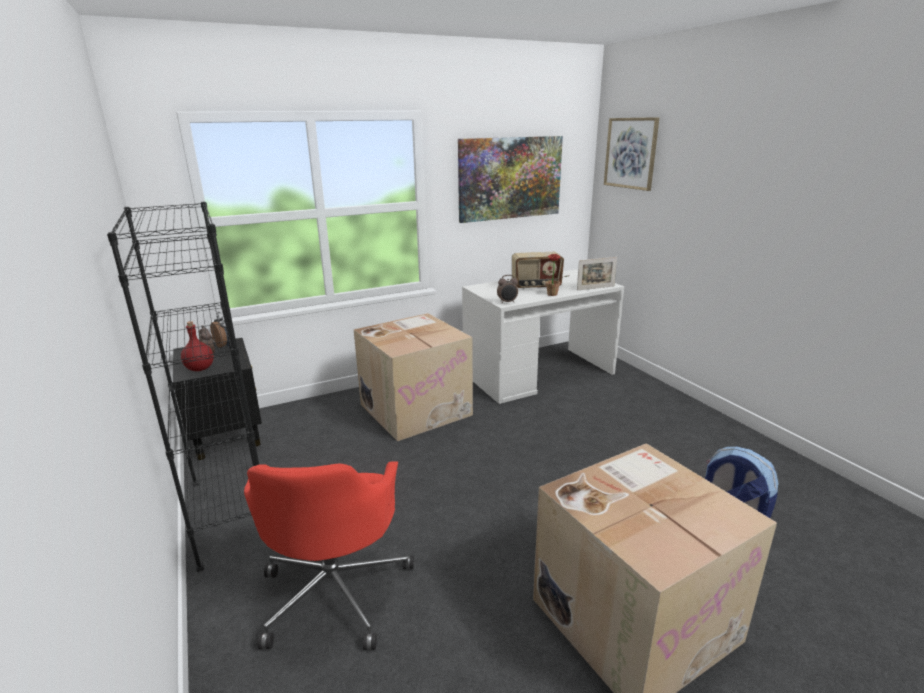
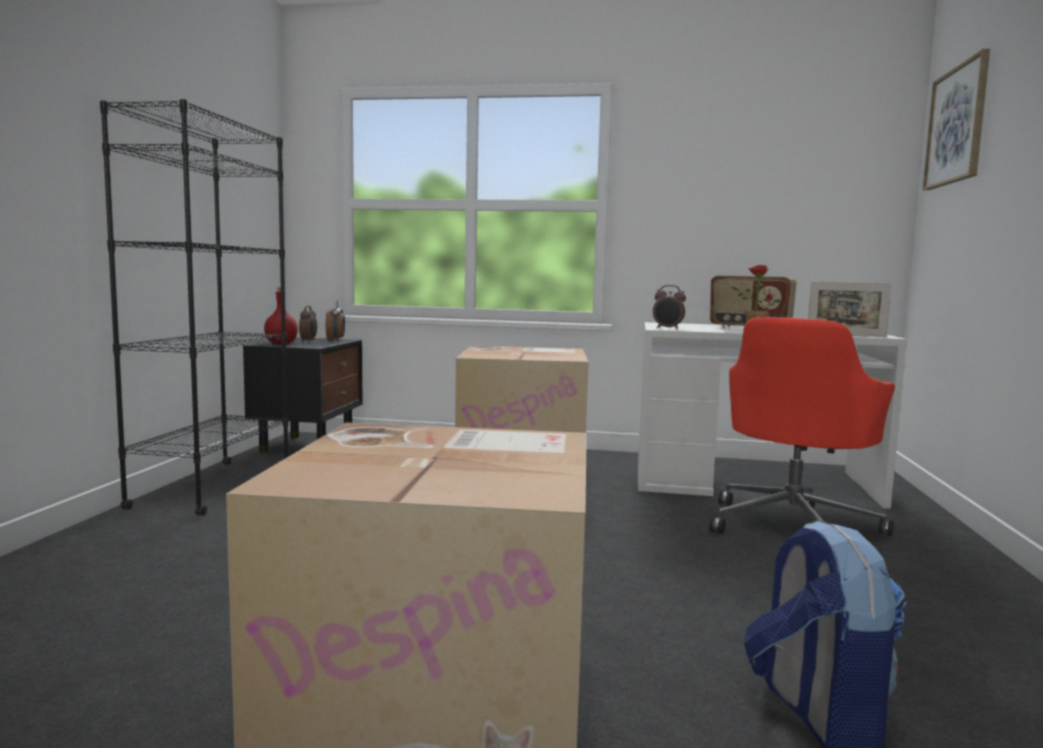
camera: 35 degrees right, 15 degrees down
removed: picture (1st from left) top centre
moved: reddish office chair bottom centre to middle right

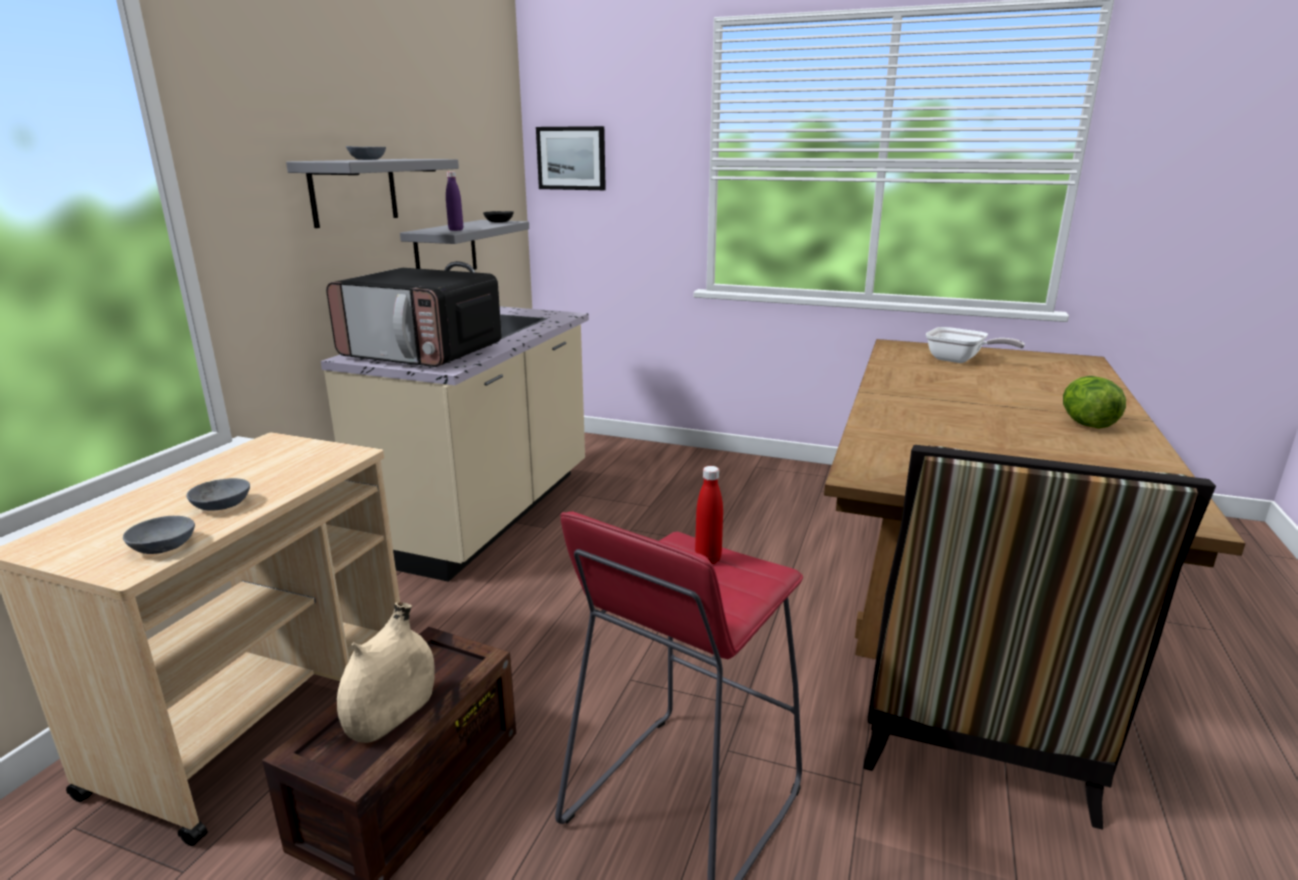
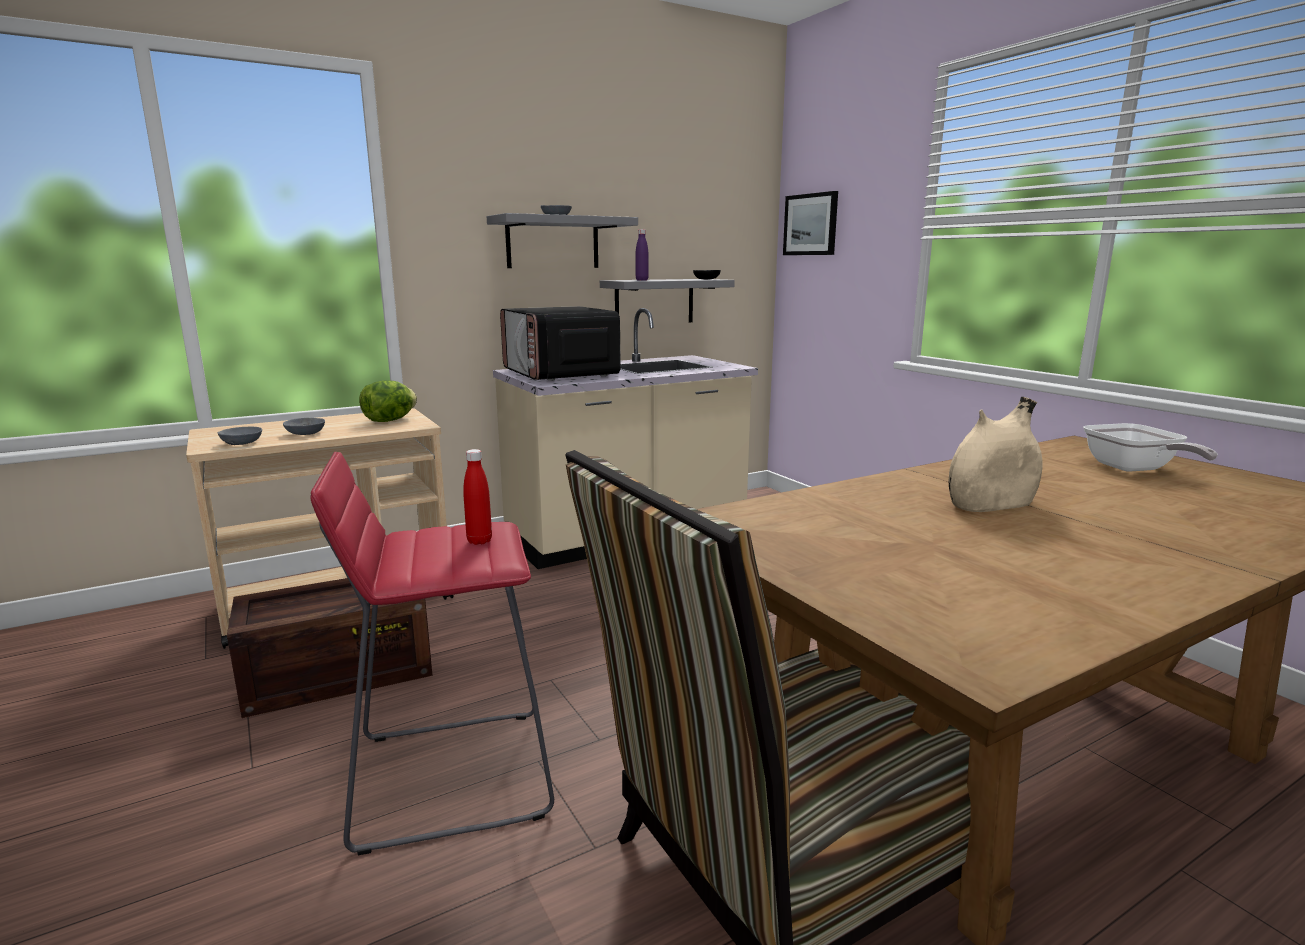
camera: 40 degrees right, 5 degrees down
moved: lettuce middle right to middle left; beige vase bottom left to middle right

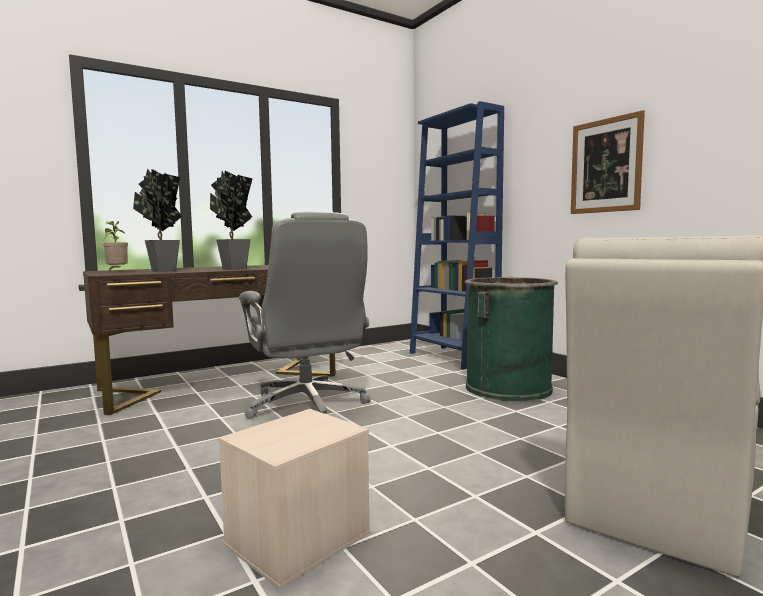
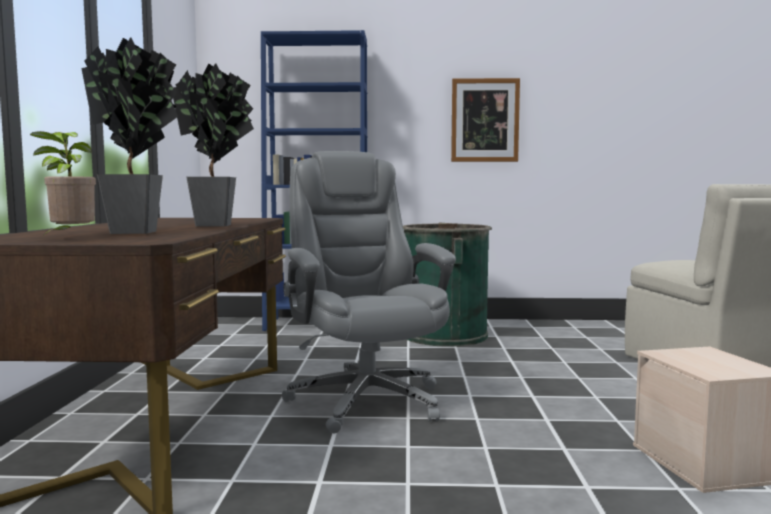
camera: 55 degrees left, 0 degrees up
turned: greyish office chair centre = centre 120 degrees counterclockwise

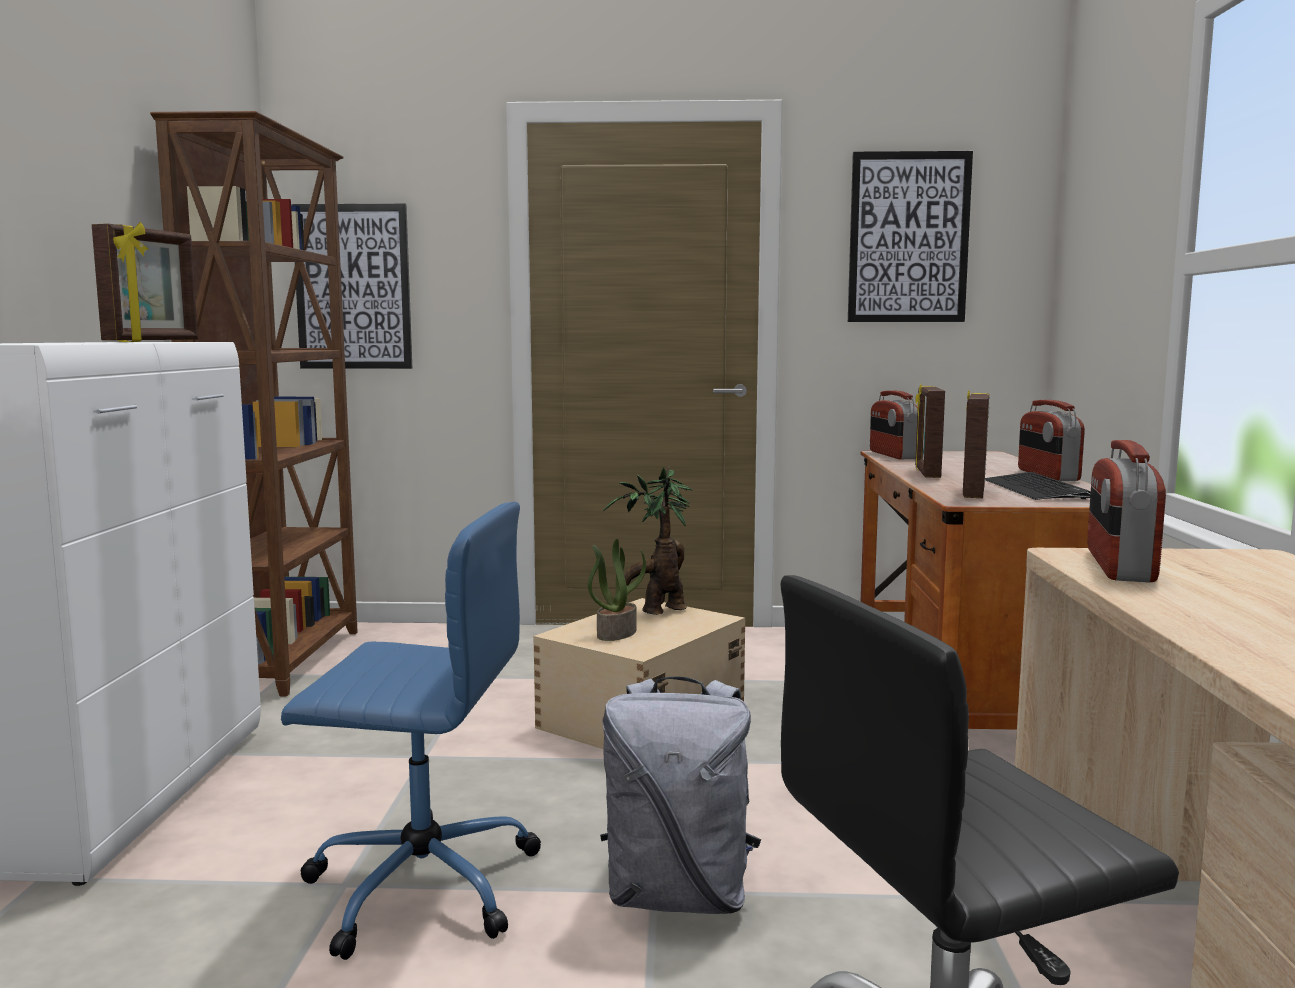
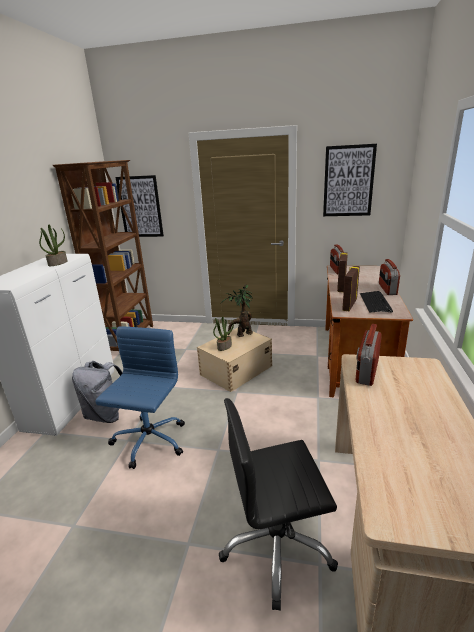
camera: 10 degrees right, 15 degrees up
moved: greyish rucksack bottom centre to middle left
replaced: standing frame (1st from left) top left to potted plant (1st from left) middle left
turned: blue-coloured office chair bottom left = middle left 90 degrees counterclockwise

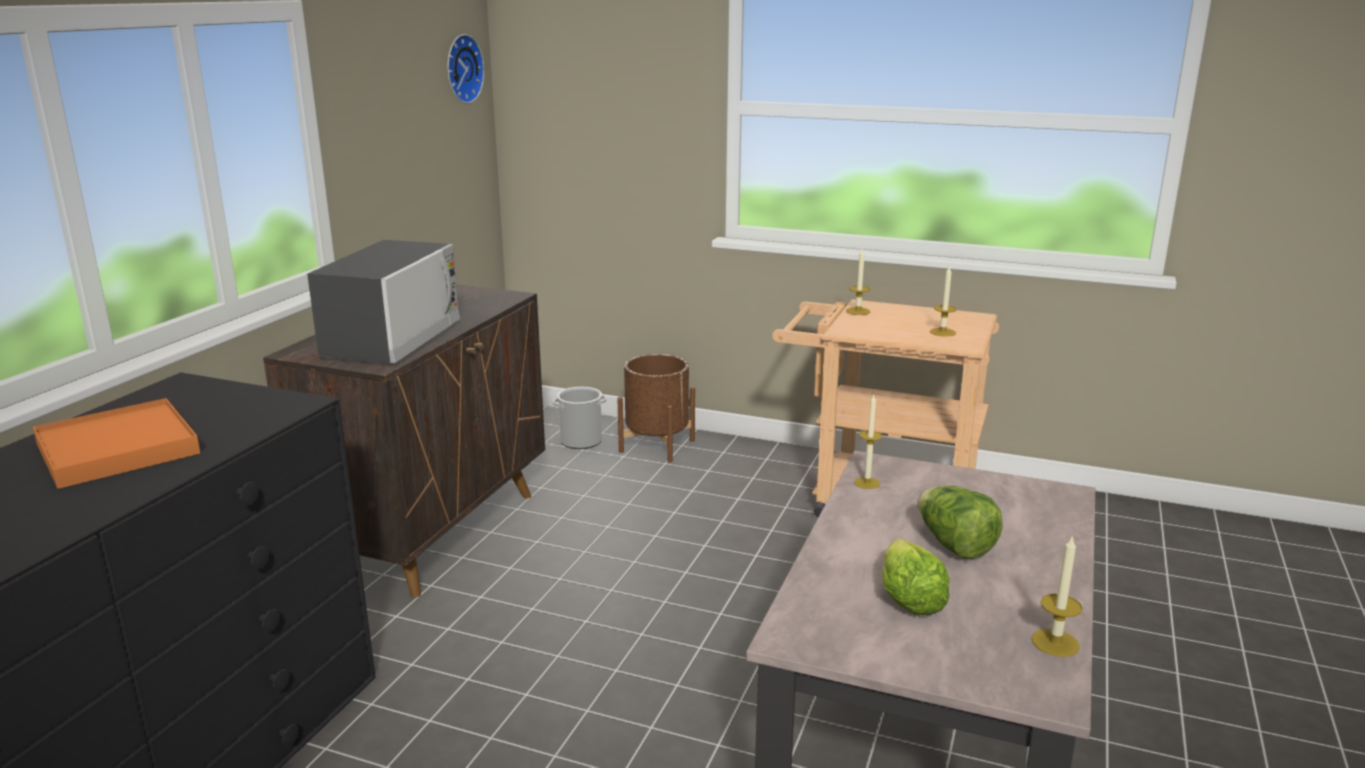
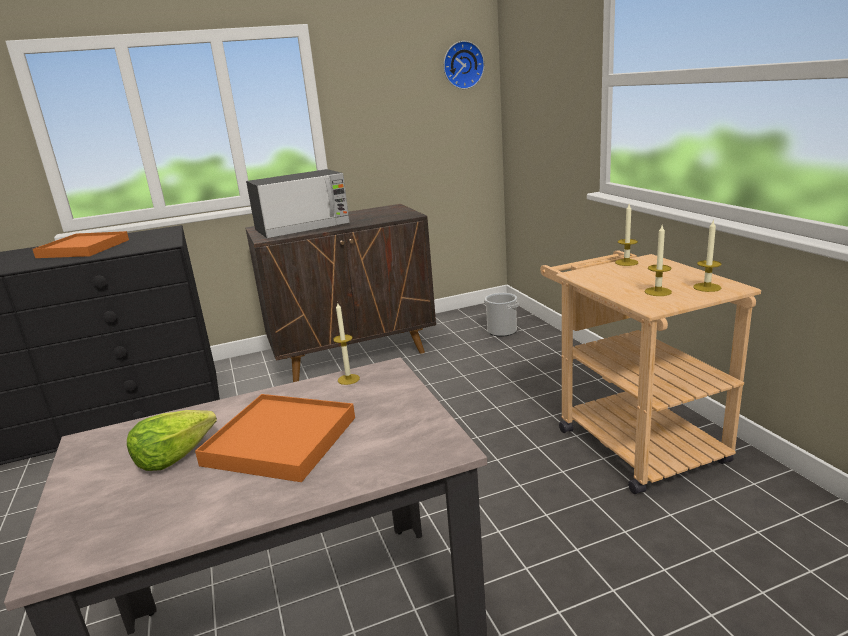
camera: 50 degrees right, 0 degrees up
removed: brown planter centre
moved: candle (4th from left) bottom right to middle right
replaced: lettuce (2nd from left) bottom right to orangey carrying tray (2nd from left) bottom left

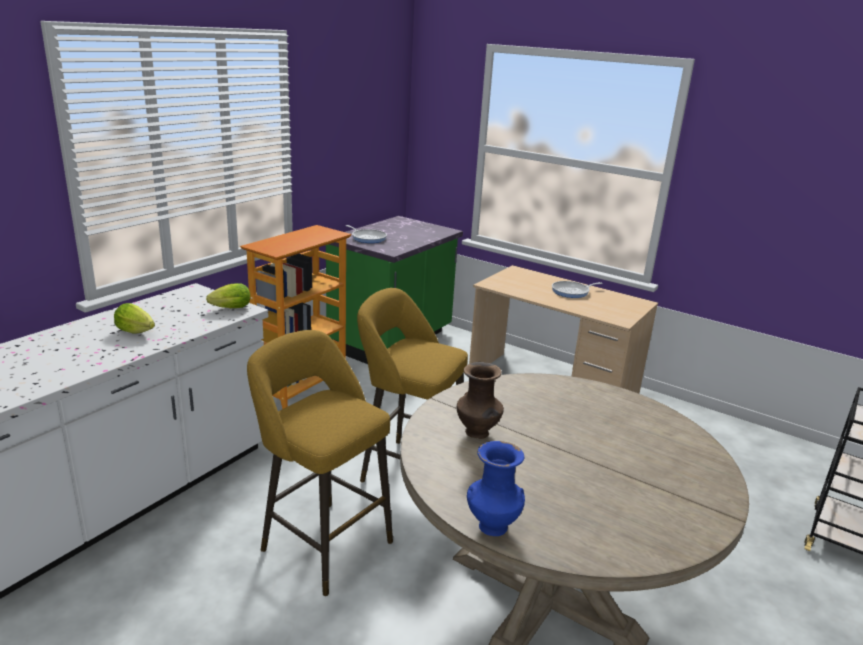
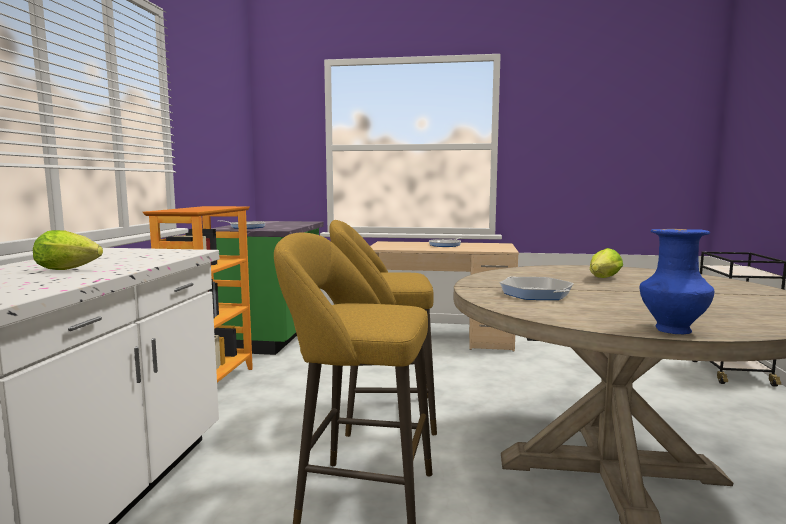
camera: 25 degrees left, 15 degrees down
moved: lettuce (2nd from left) middle left to middle right
replaced: brown vase centre to pan (3rd from left) middle right

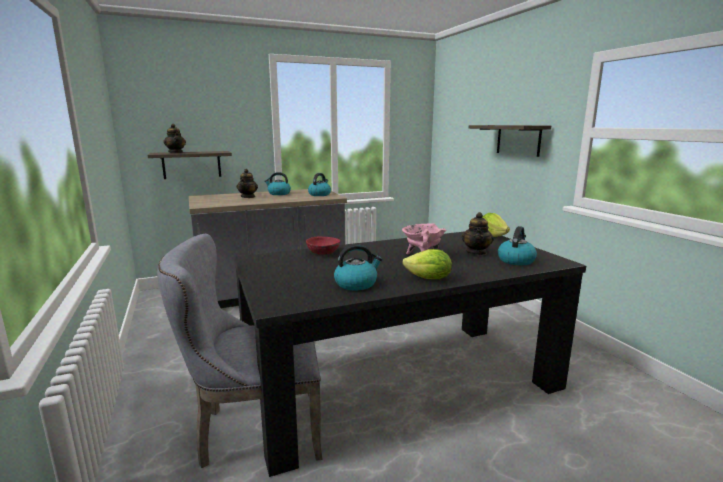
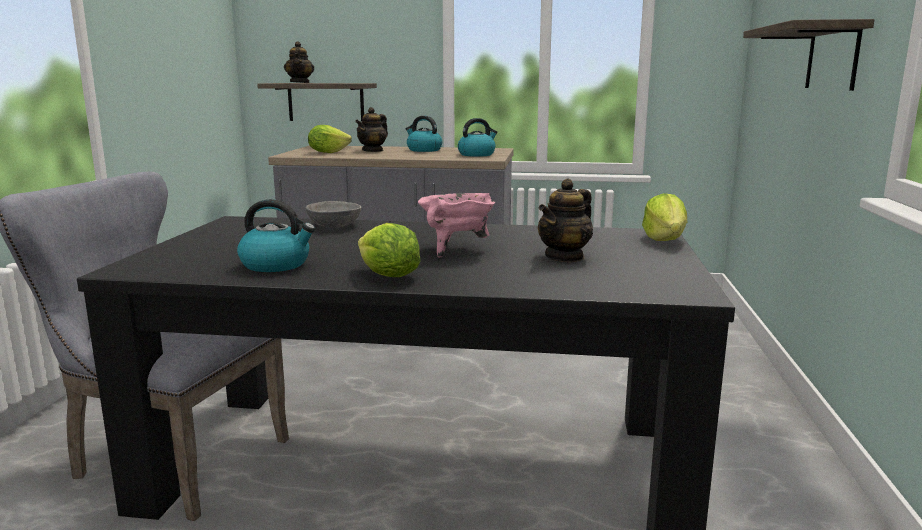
camera: 30 degrees right, 0 degrees up
removed: water kettle (4th from left) middle right
added: lettuce (1st from left) top centre
recoloured: reddish serving bowl centre to greyish serving bowl centre

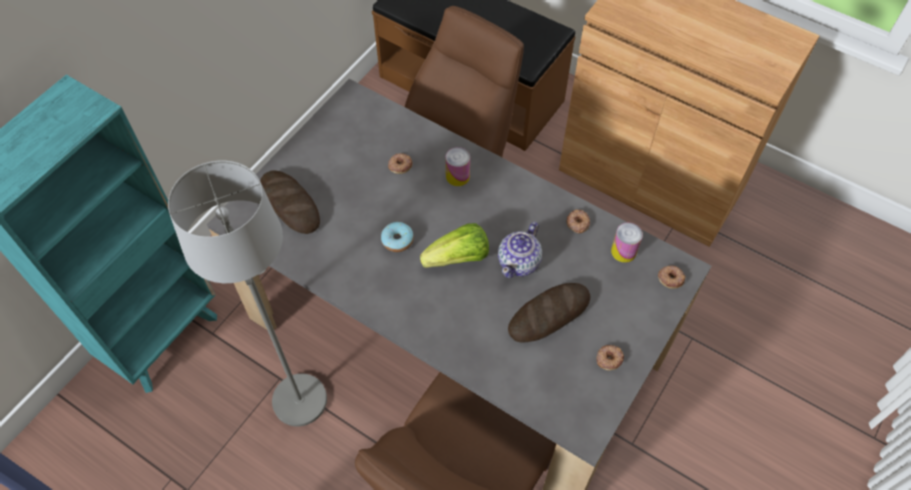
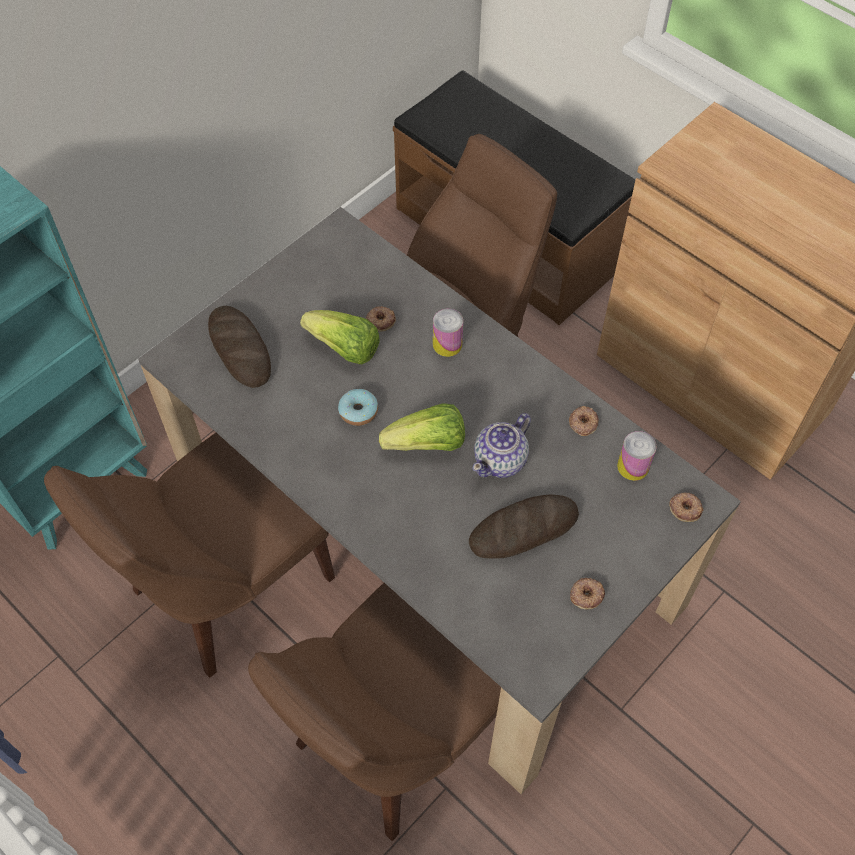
camera: 10 degrees right, 0 degrees up
added: lettuce (1st from left) centre
replaced: greyish floor lamp middle left to brown plain chair (1st from left) middle left

